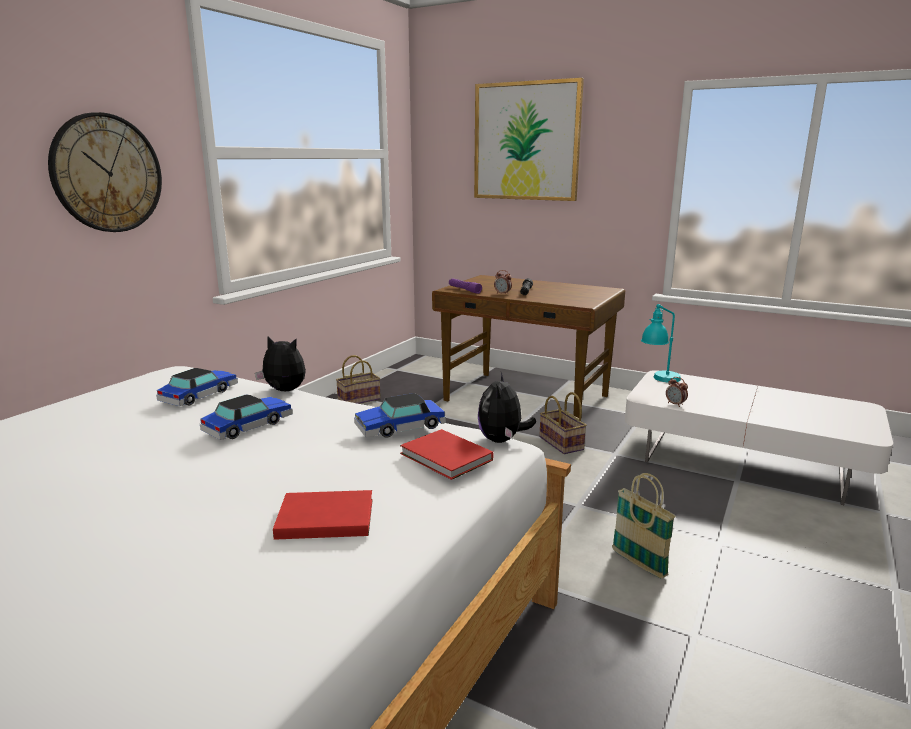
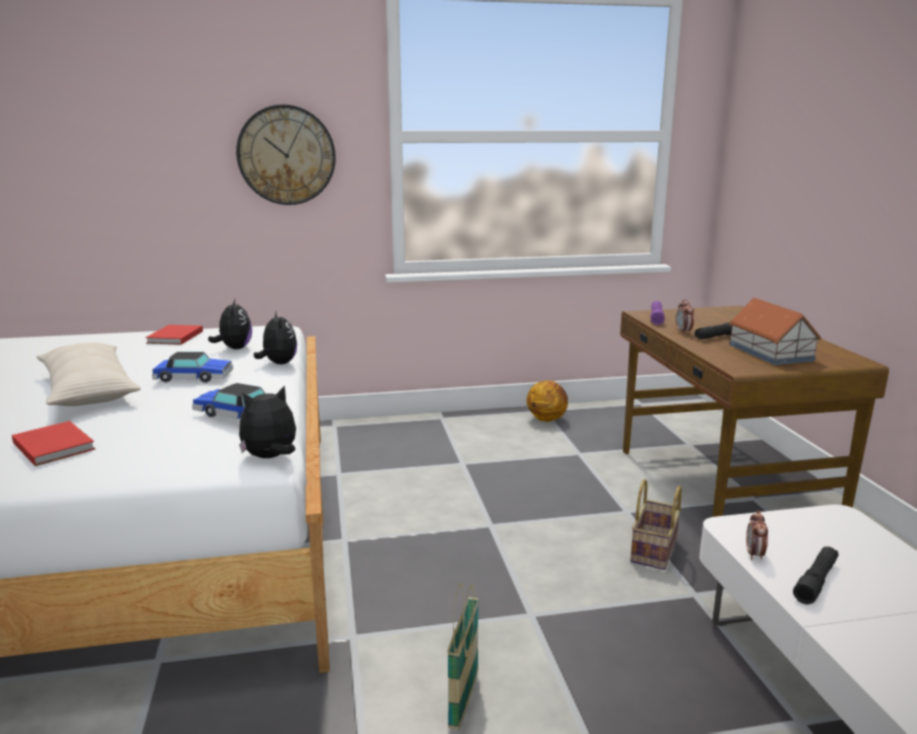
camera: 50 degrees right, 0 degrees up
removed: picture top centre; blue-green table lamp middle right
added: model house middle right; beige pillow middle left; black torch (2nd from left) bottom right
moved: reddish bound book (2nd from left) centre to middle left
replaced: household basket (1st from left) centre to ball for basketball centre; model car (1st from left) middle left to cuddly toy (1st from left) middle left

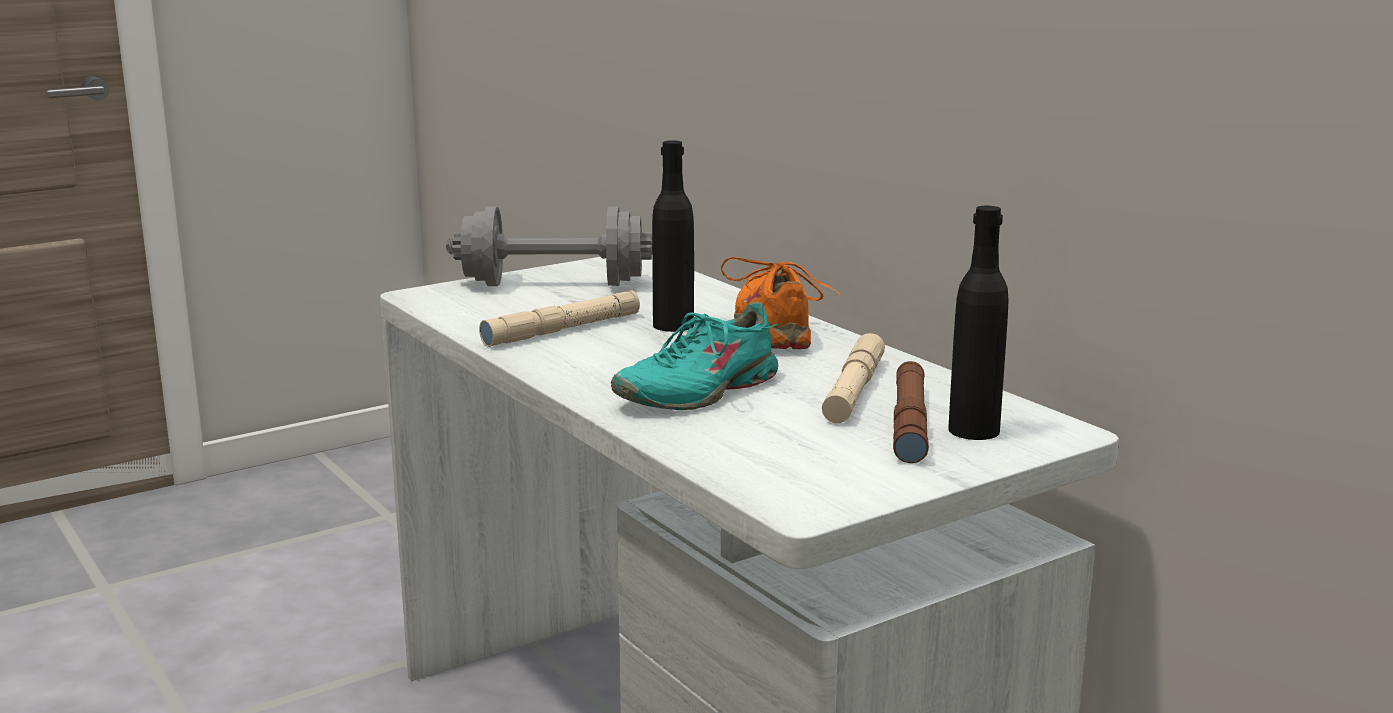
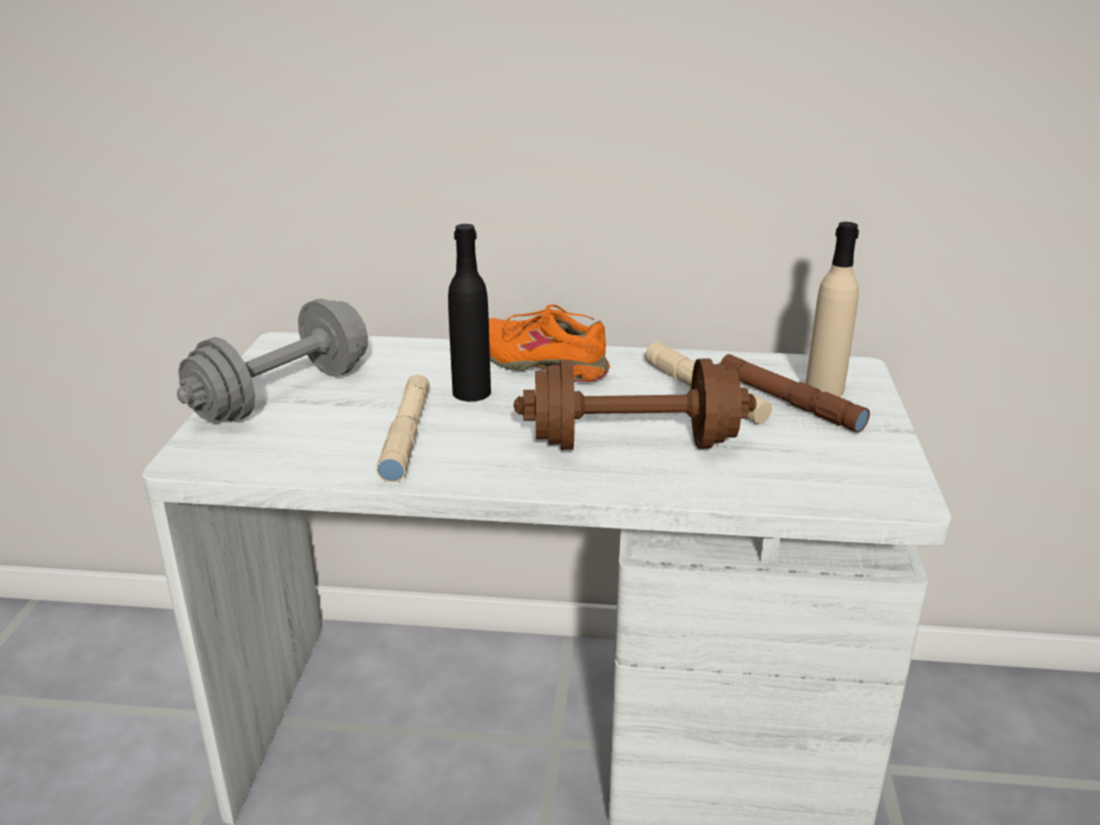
camera: 50 degrees left, 10 degrees up
replaced: blue-green shoe centre to brown hand weight centre
recoloured: black drink bottle (2nd from left) middle right to beige drink bottle middle right

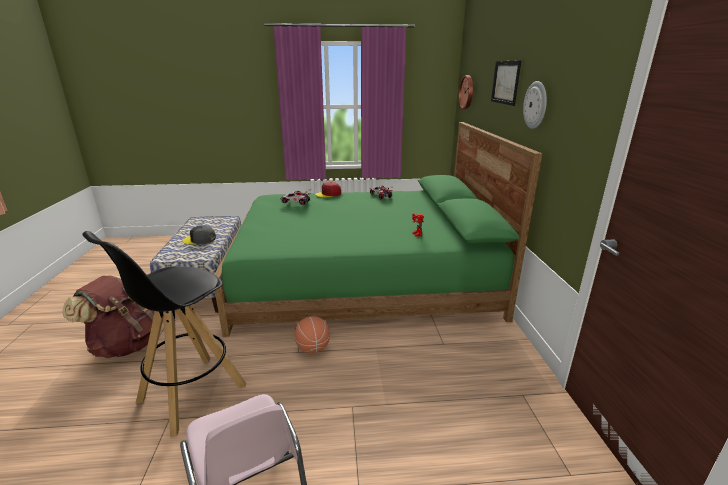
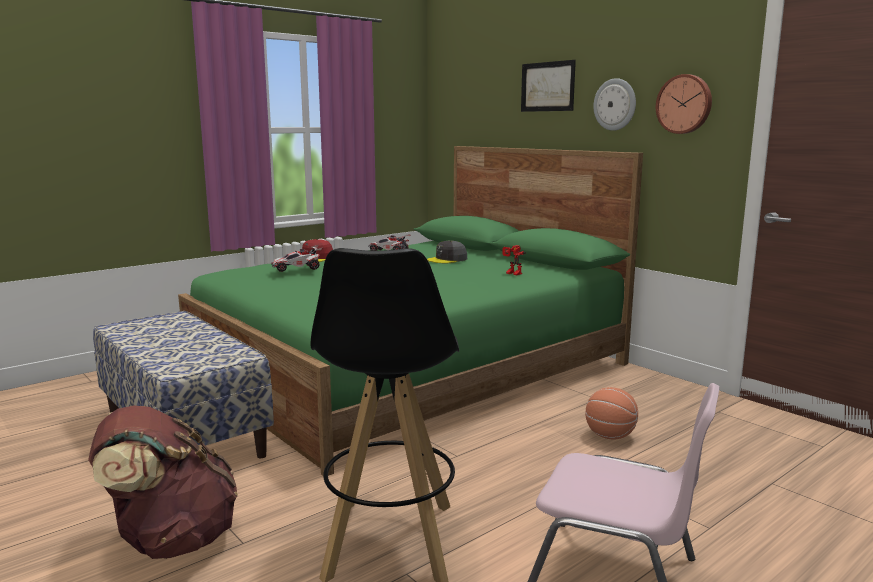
camera: 35 degrees left, 10 degrees down
moved: clock on the wall (1st from left in the first image) top centre to clock on the wall (2nd from left) top right; greyish baseball cap middle left to centre; ball for basketball bottom centre to bottom right

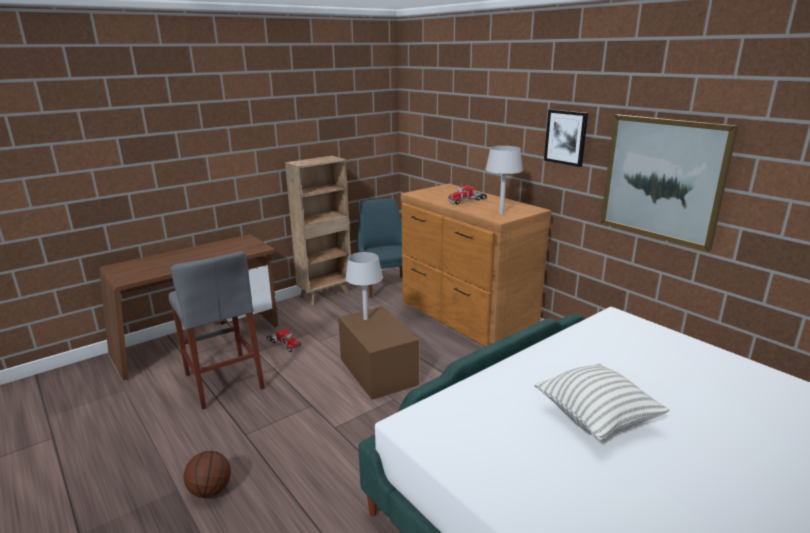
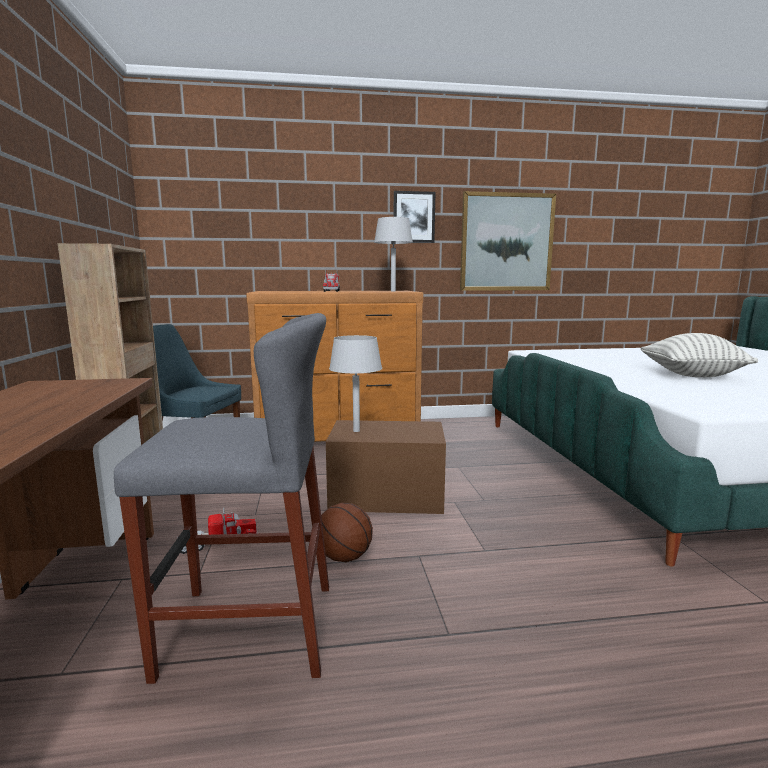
camera: 60 degrees left, 10 degrees down
moved: ball for basketball bottom left to bottom centre

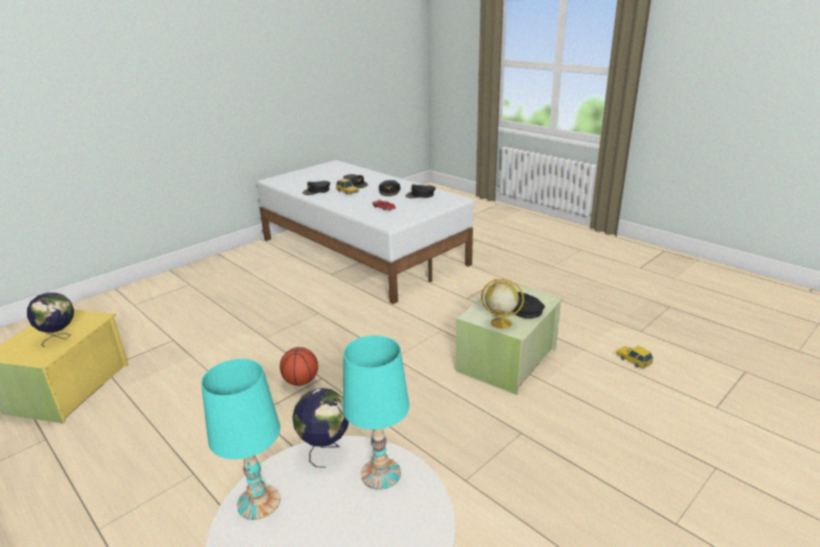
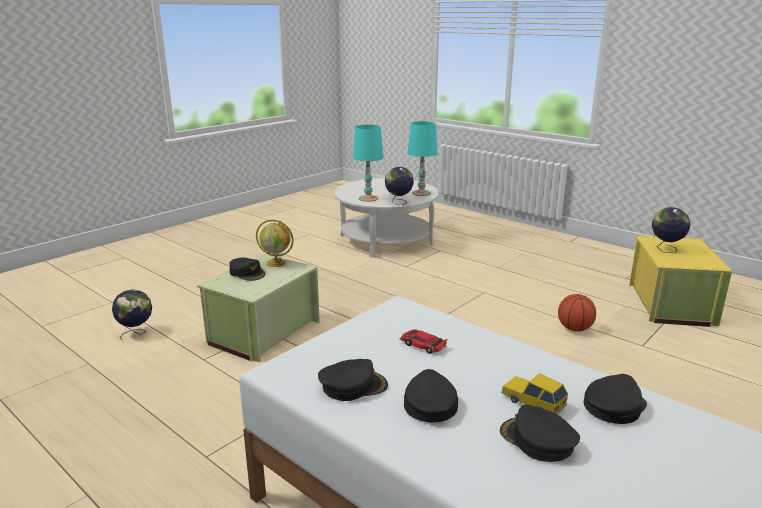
camera: 175 degrees right, 5 degrees down
moved: ball for basketball bottom centre to middle right
replaced: model car (3rd from left) middle right to world globe (1st from left) middle left

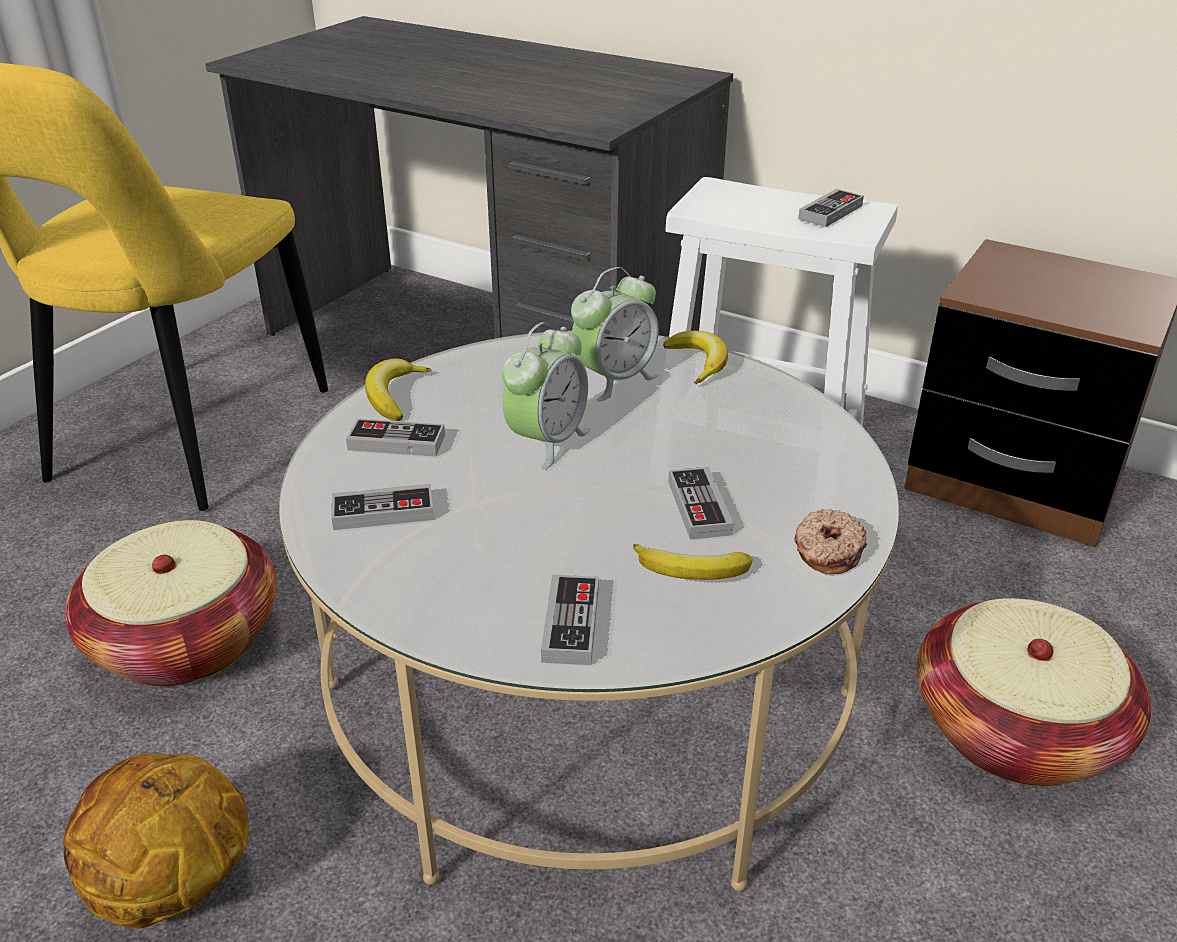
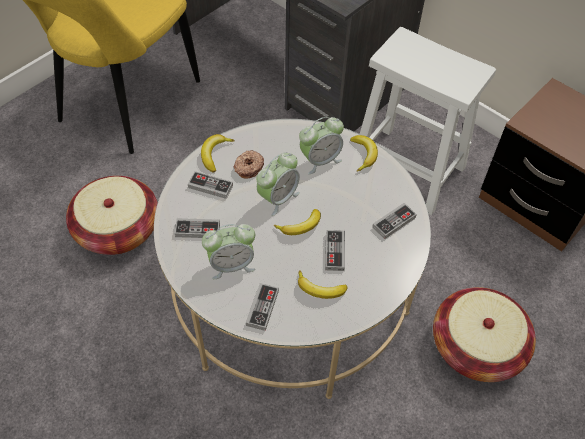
camera: 10 degrees right, 20 degrees up
removed: ball for basketball bottom left
added: whole banana (2nd from left) centre; alarm clock (1st from left) centre
moved: joypad (5th from left) top right to middle right; donut middle right to centre

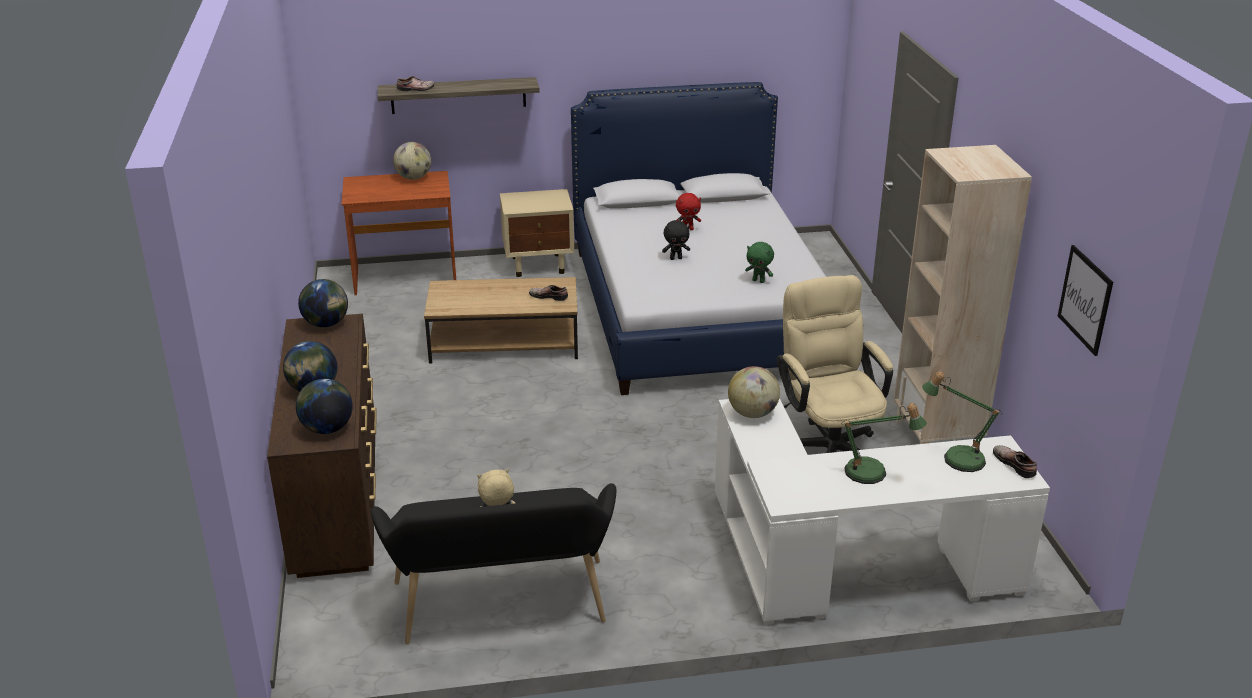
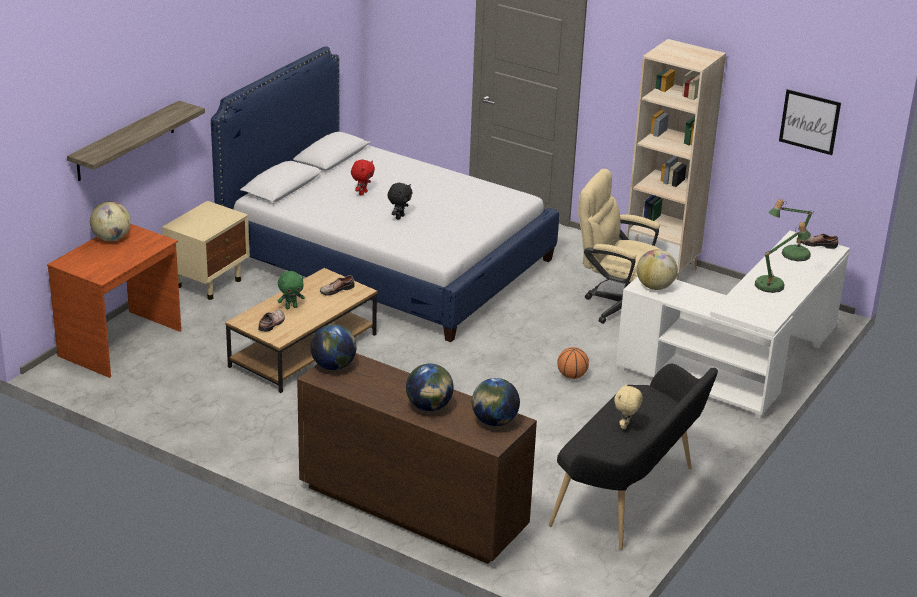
camera: 50 degrees left, 0 degrees up
added: ball for basketball centre
moved: shoe (1st from left) top left to middle left; green cuddly toy centre to middle left

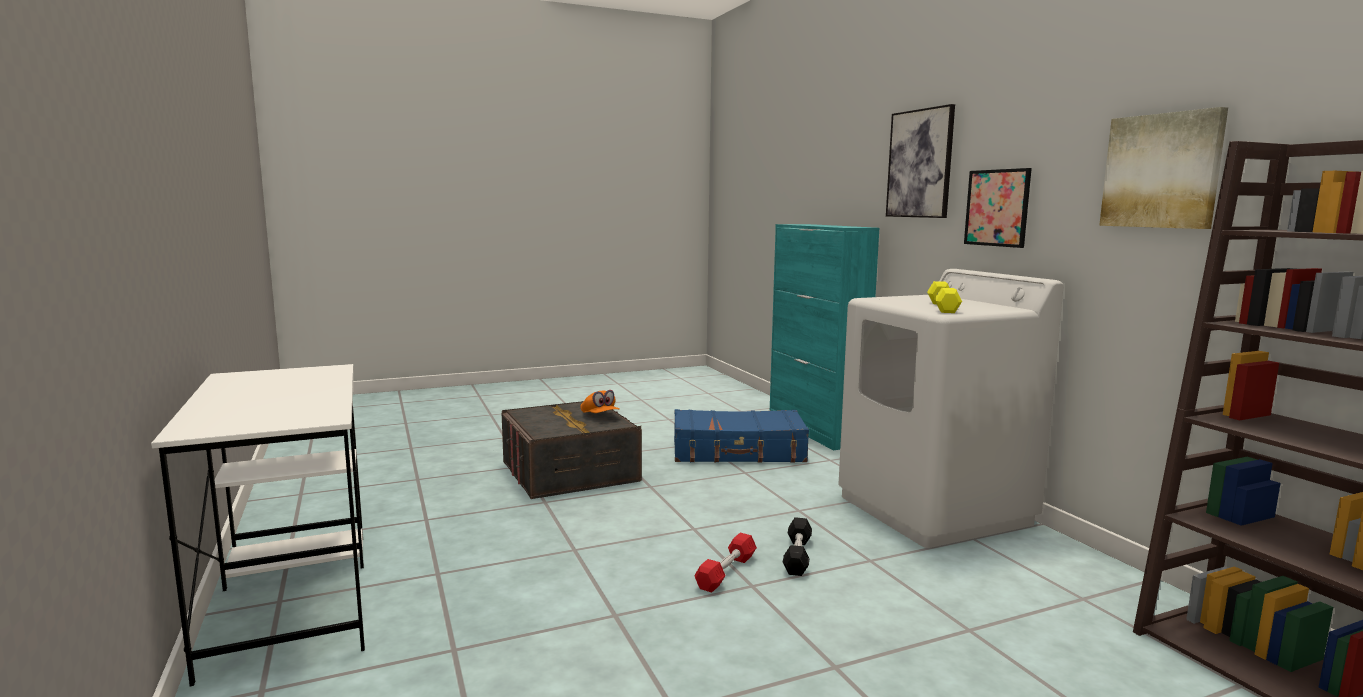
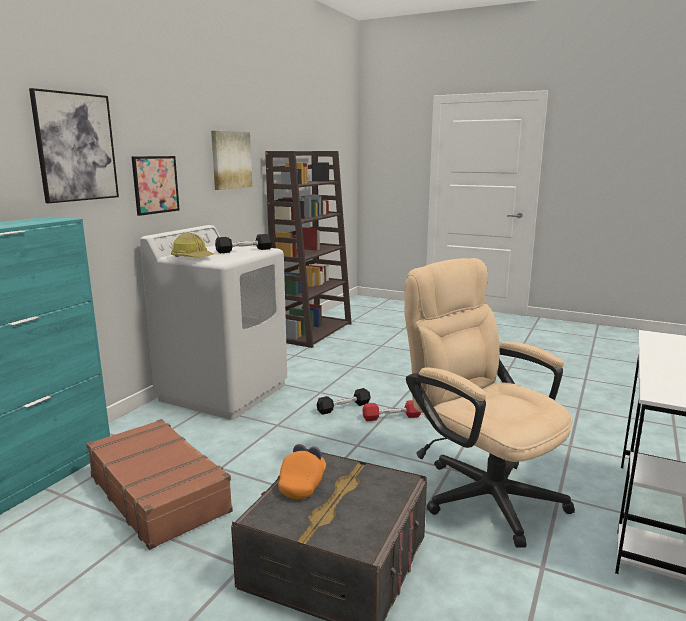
camera: 130 degrees left, 5 degrees up
added: work helmet middle left; beige office chair middle right
recoloured: yellow-coloured hand weight middle right to black hand weight (1st from left) centre; blue-coloured travel case centre to brown travel case bottom left

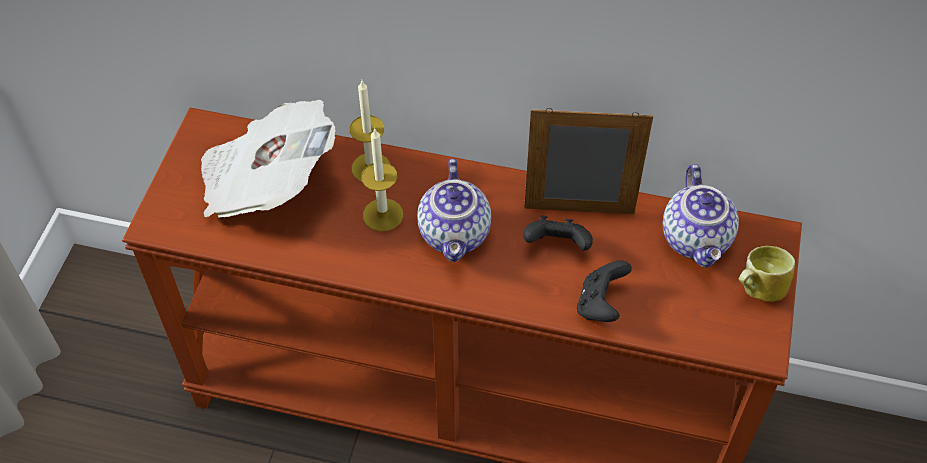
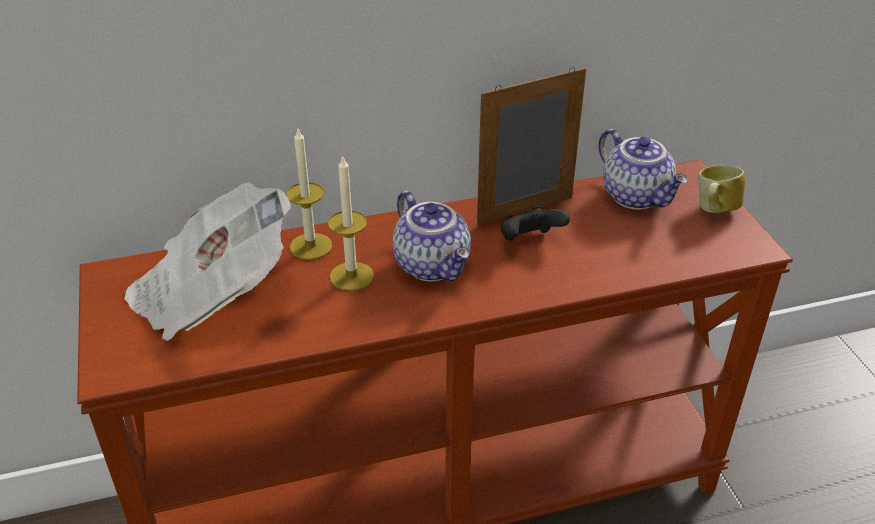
camera: 30 degrees left, 15 degrees down
removed: black joypad (2nd from left) centre

